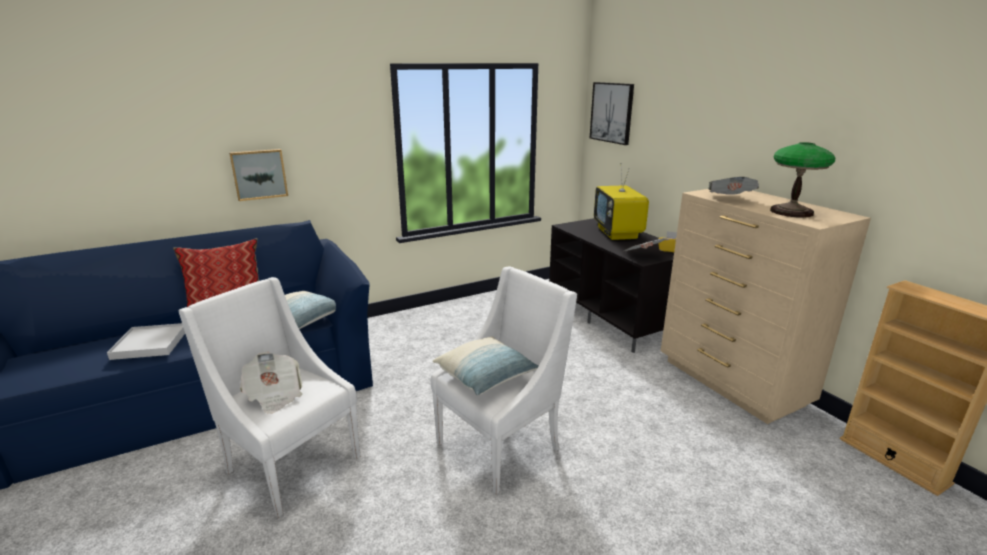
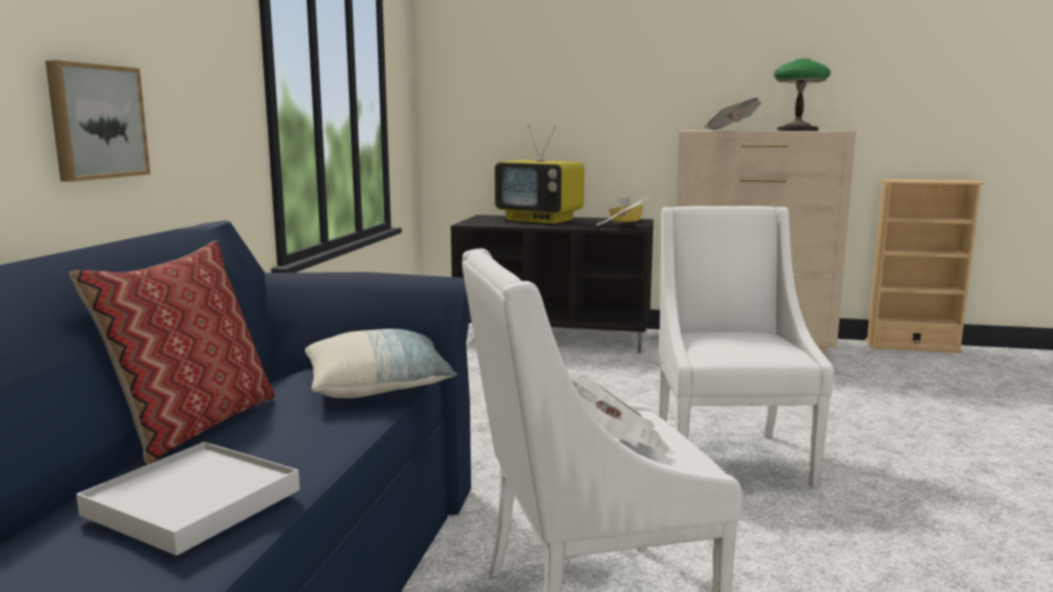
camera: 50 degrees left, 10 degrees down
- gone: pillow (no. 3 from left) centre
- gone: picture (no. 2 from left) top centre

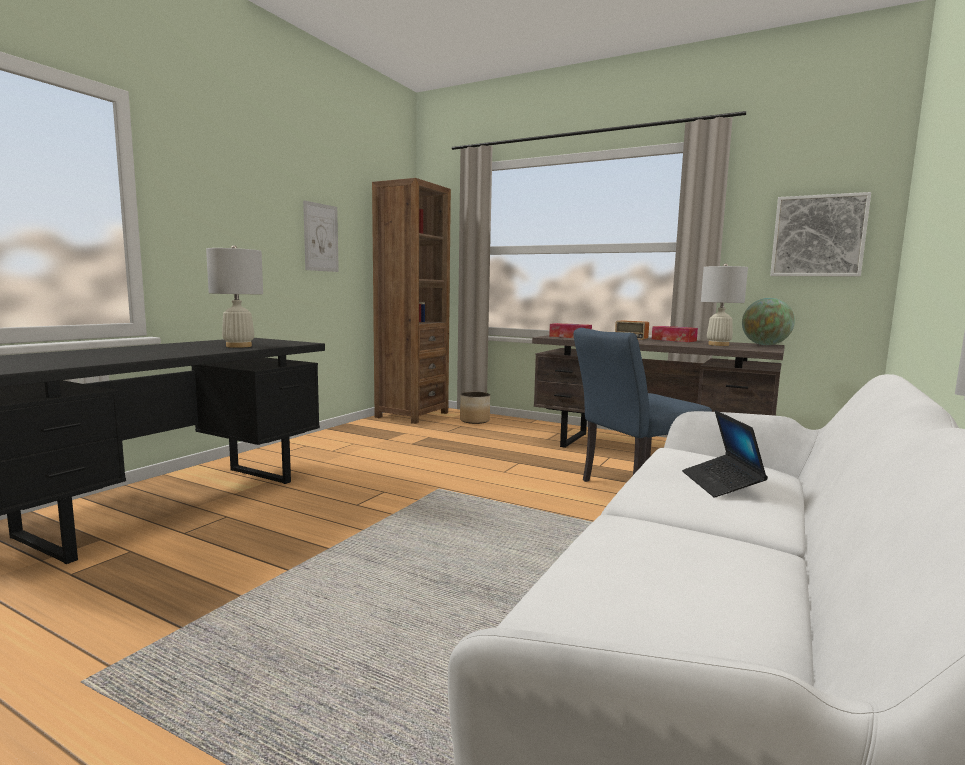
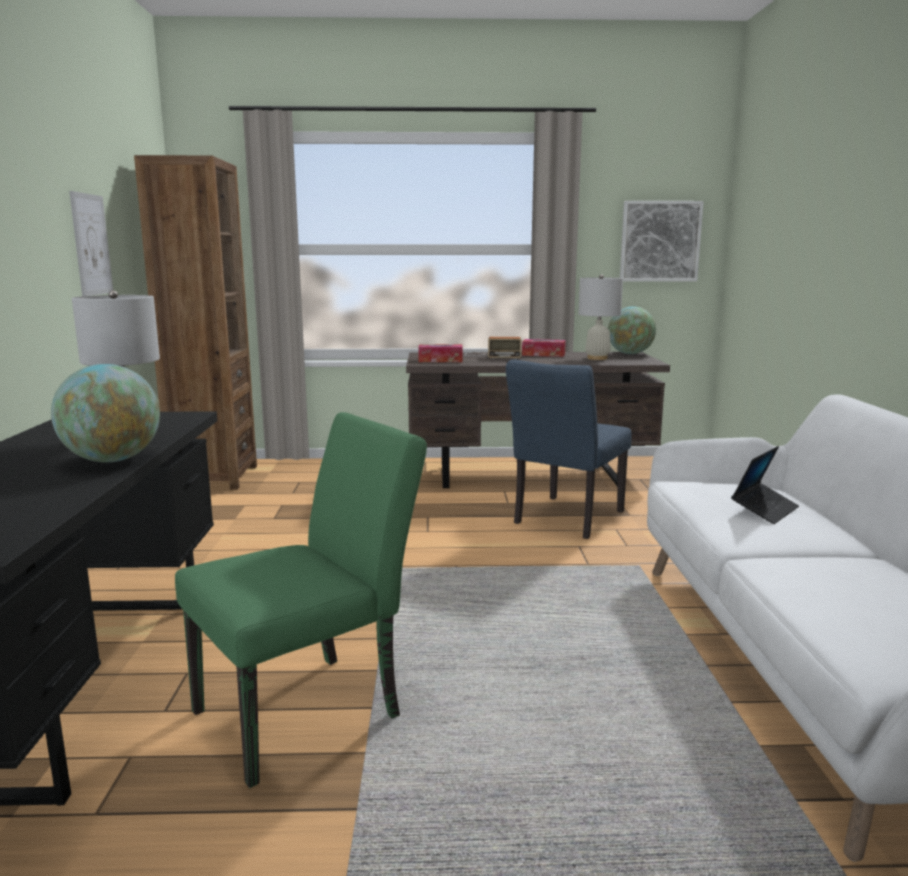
camera: 30 degrees left, 5 degrees up
- gone: planter centre
- new: globe (no. 1 from left) middle left
- new: green chair bottom left
- rotated: laptop middle right = middle right 105 degrees counterclockwise

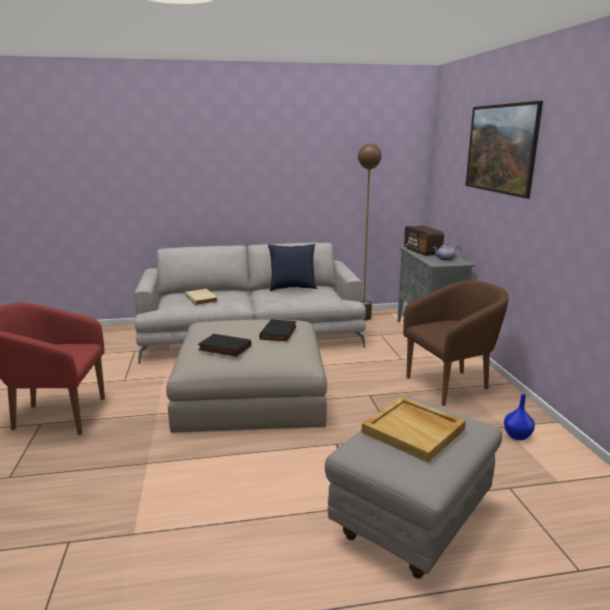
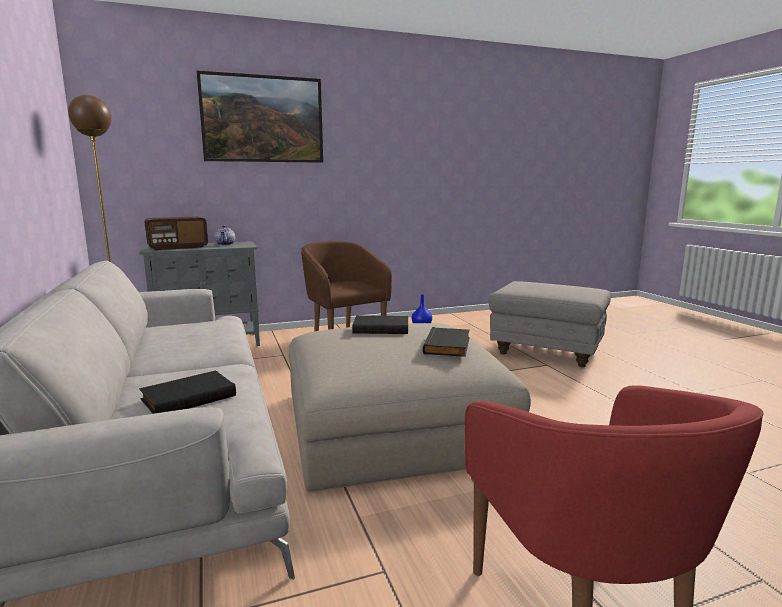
camera: 100 degrees left, 5 degrees down
- gone: blue pillow centre
- gone: beige tray bottom right
- repainted: beige book middle left to black book (no. 1 from left) middle left

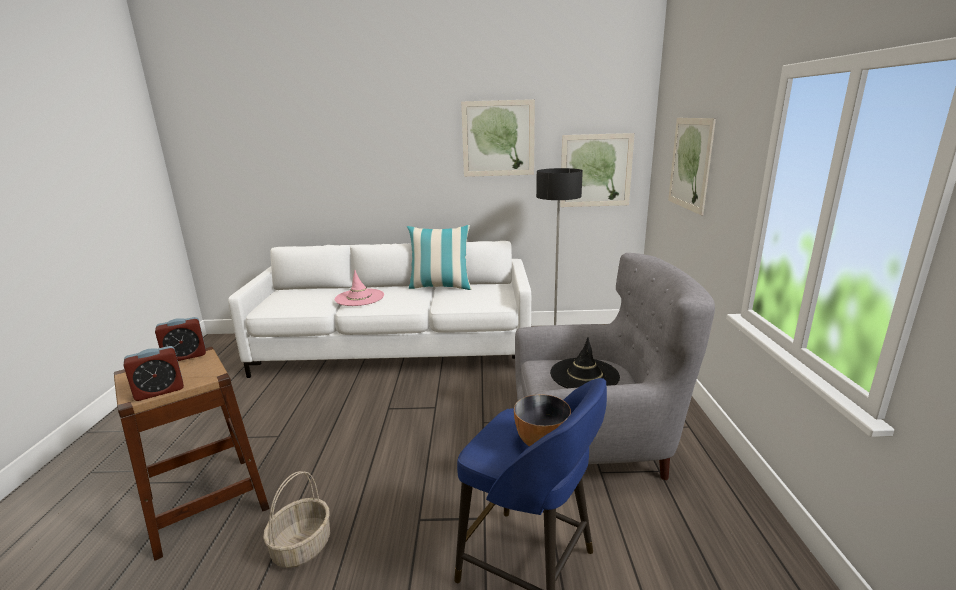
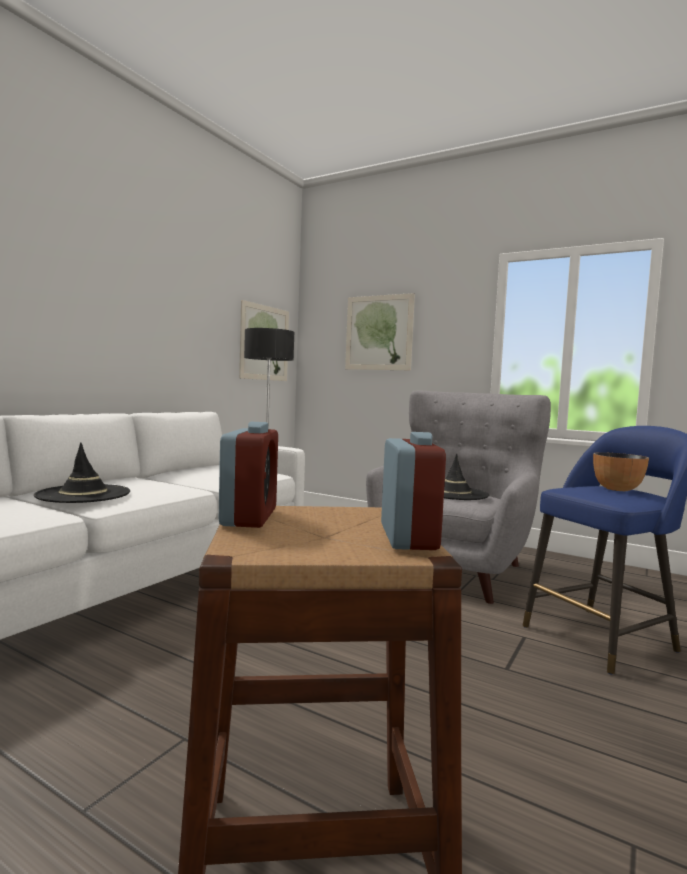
camera: 60 degrees left, 15 degrees down
- gone: basket bottom left
- gone: pillow centre
- gone: picture (no. 1 from left) top centre
- repainted: pink hat centre to black hat (no. 1 from left) middle left

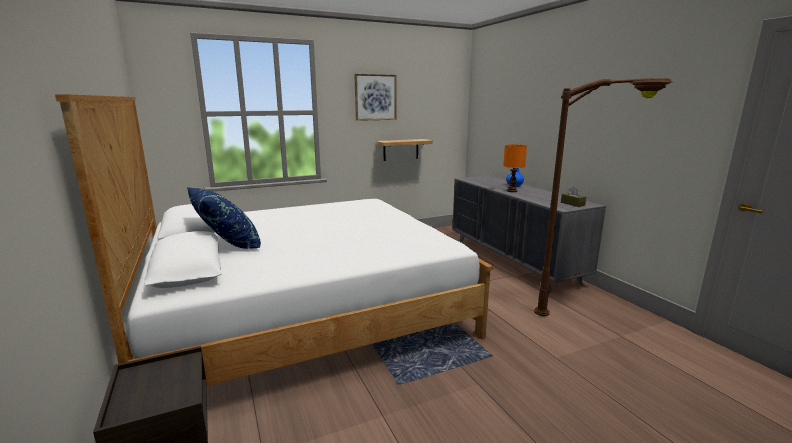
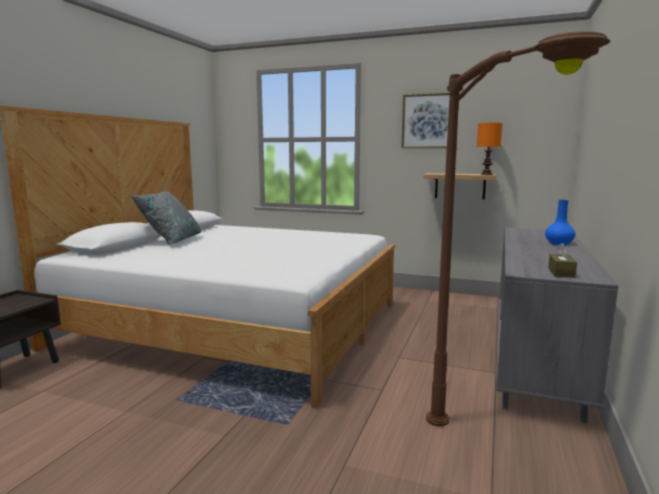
camera: 45 degrees right, 5 degrees down
- shifted: orange table lamp centre to top right
- repainted: blue pillow middle left to grey pillow middle left

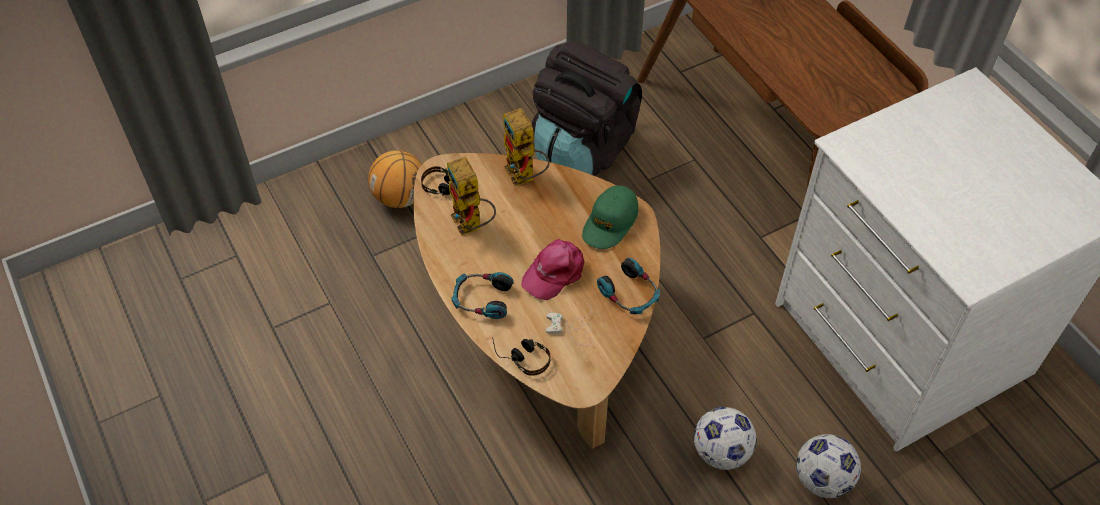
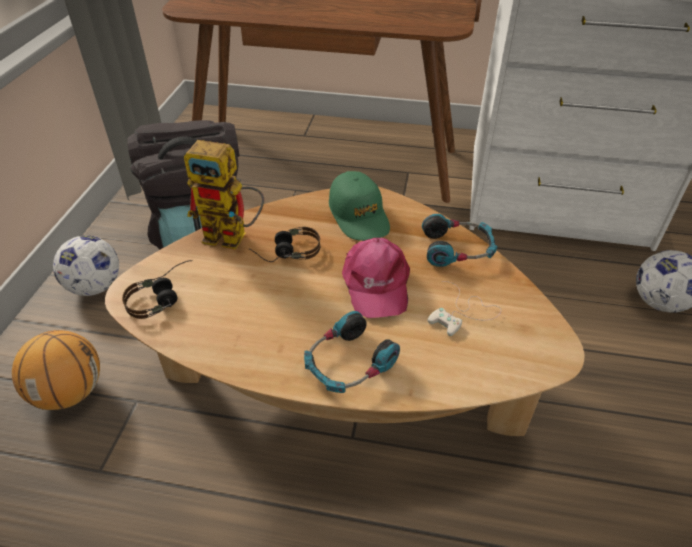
camera: 50 degrees left, 10 degrees down
- gone: toy robot (no. 1 from left) centre
- shifted: headphones (no. 3 from left in the first image) bottom centre to headphones (no. 2 from left) centre
- shifted: football (no. 1 from left) bottom centre to middle left

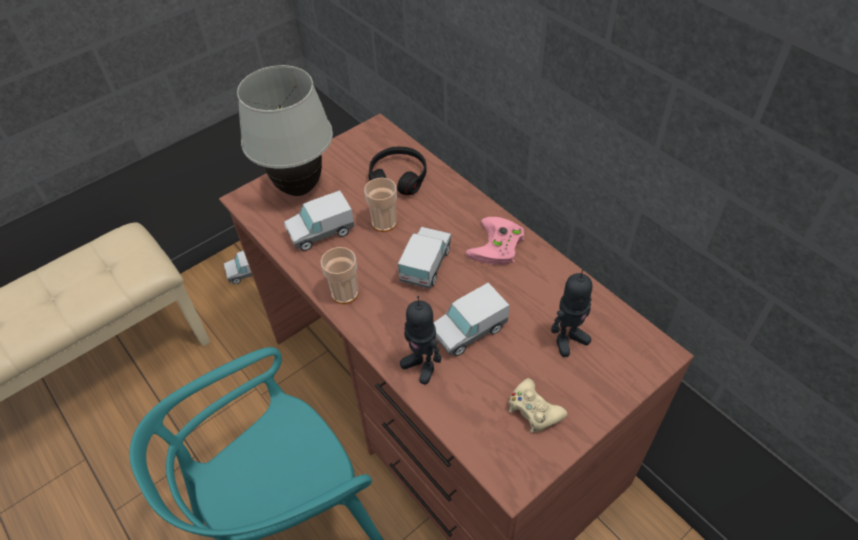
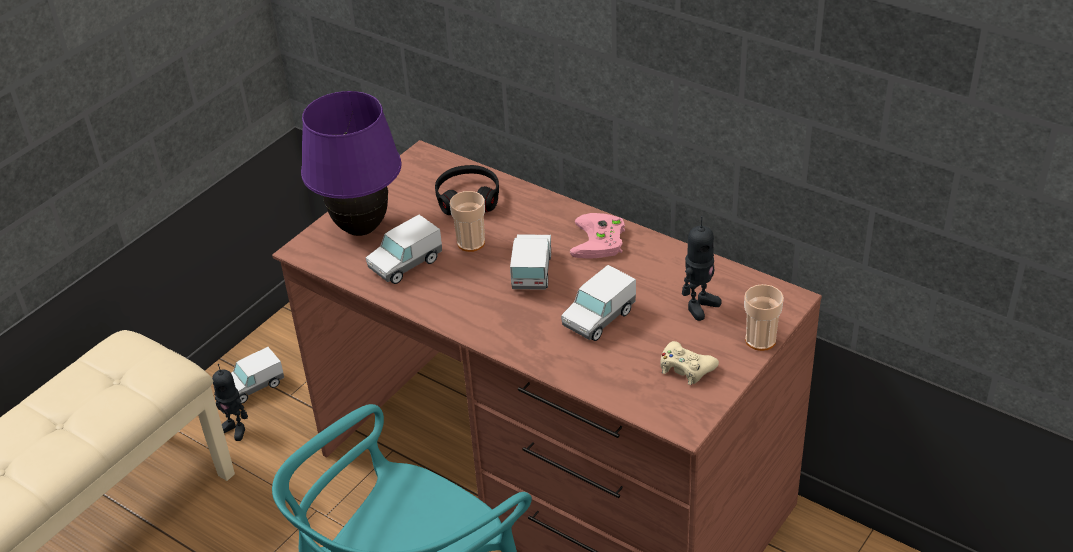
camera: 15 degrees left, 10 degrees down
- shifted: cup (no. 1 from left in the first image) centre to cup (no. 2 from left) middle right
- shifted: toy robot (no. 1 from left) centre to bottom left
- repainted: white table lamp top left to purple table lamp top left

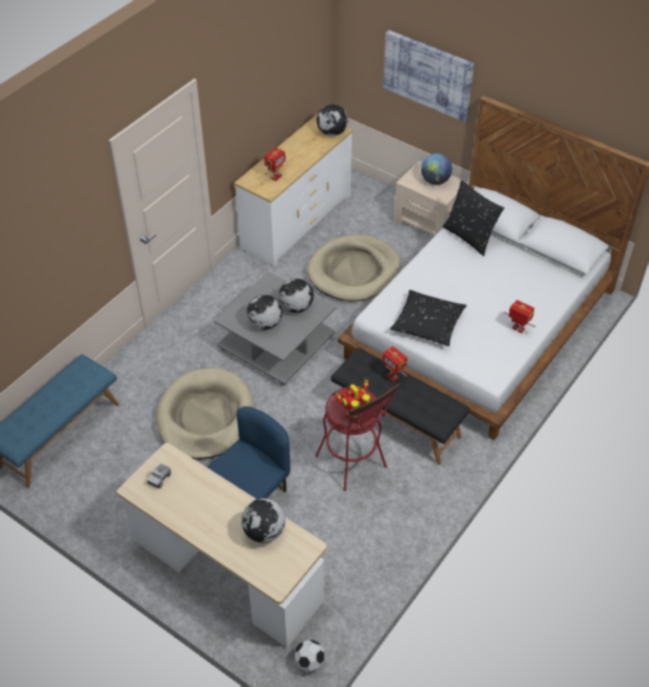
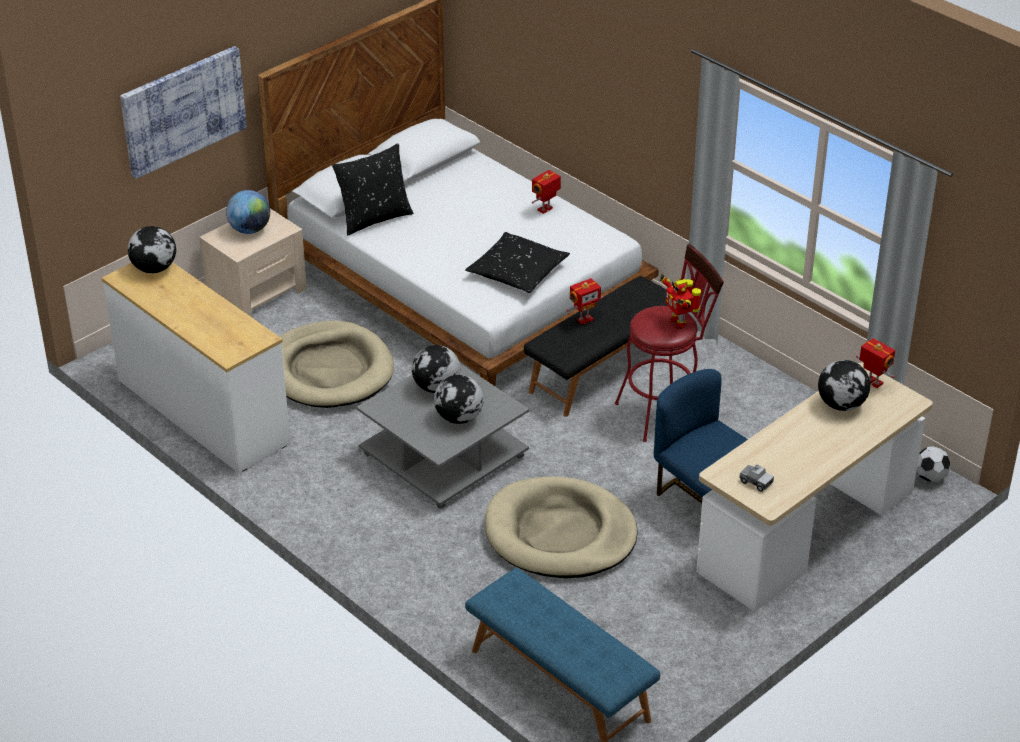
camera: 80 degrees left, 10 degrees down
- shifted: toy robot (no. 1 from left in the first image) top centre to toy robot (no. 4 from left) middle right

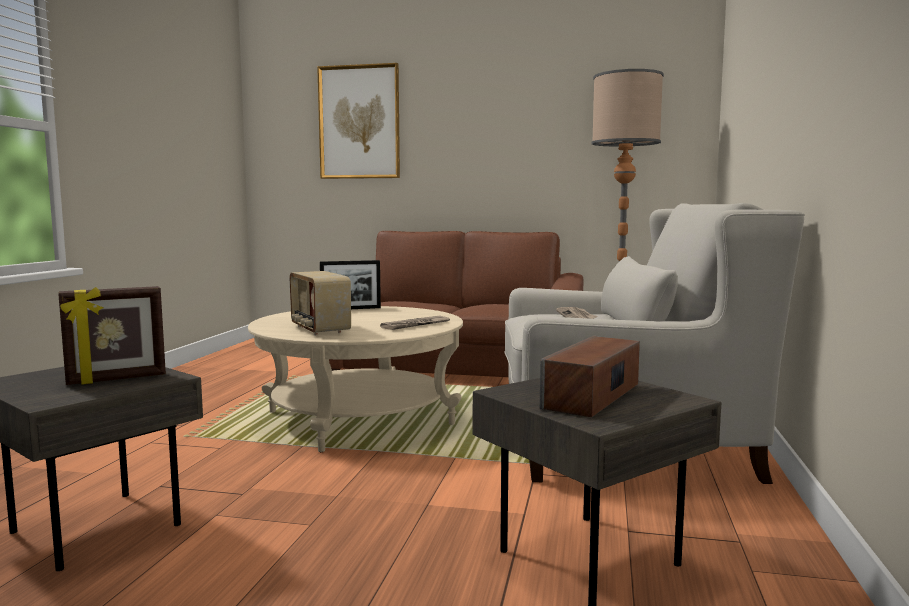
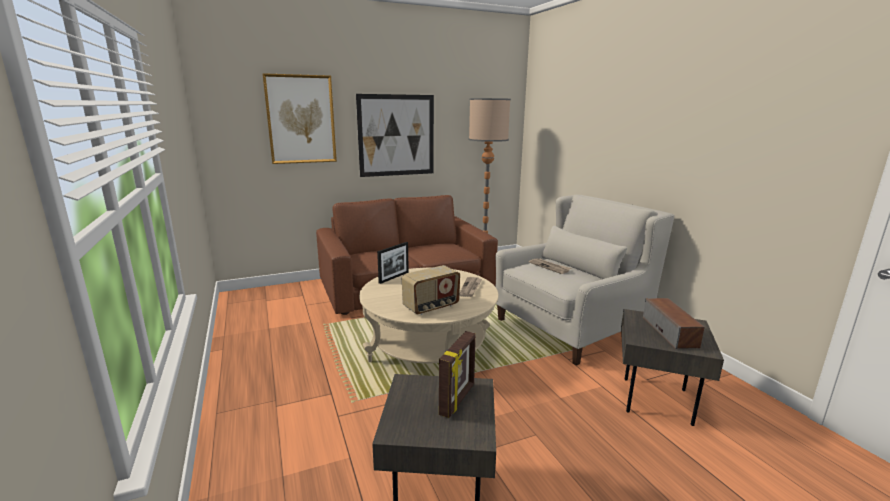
camera: 35 degrees left, 10 degrees up
- new: picture (no. 2 from left) top centre
- rotated: radio centre = centre 60 degrees counterclockwise

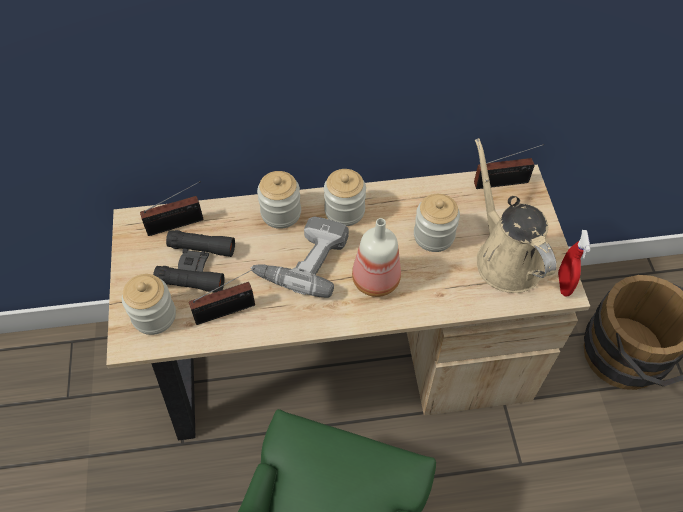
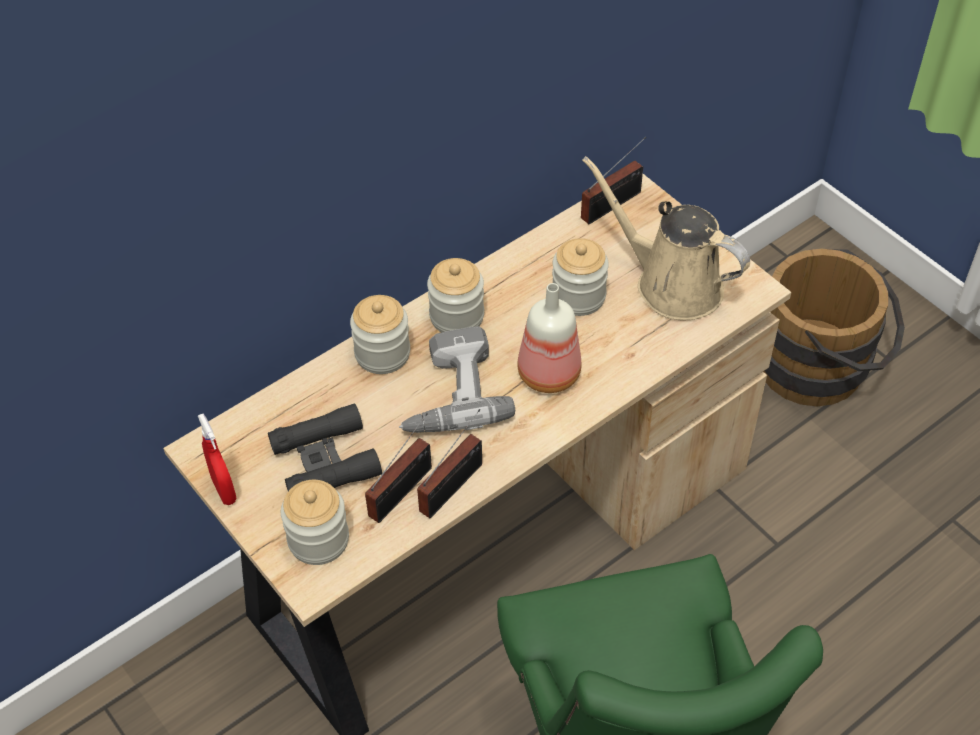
camera: 30 degrees left, 5 degrees down
- shifted: radio (no. 1 from left in the first image) middle left to radio (no. 2 from left) centre
- shifted: red spray bottle middle right to middle left

